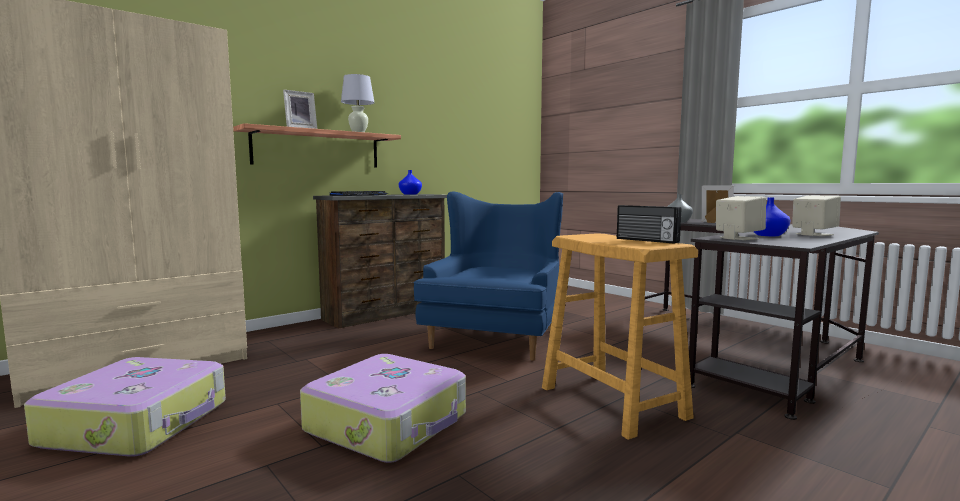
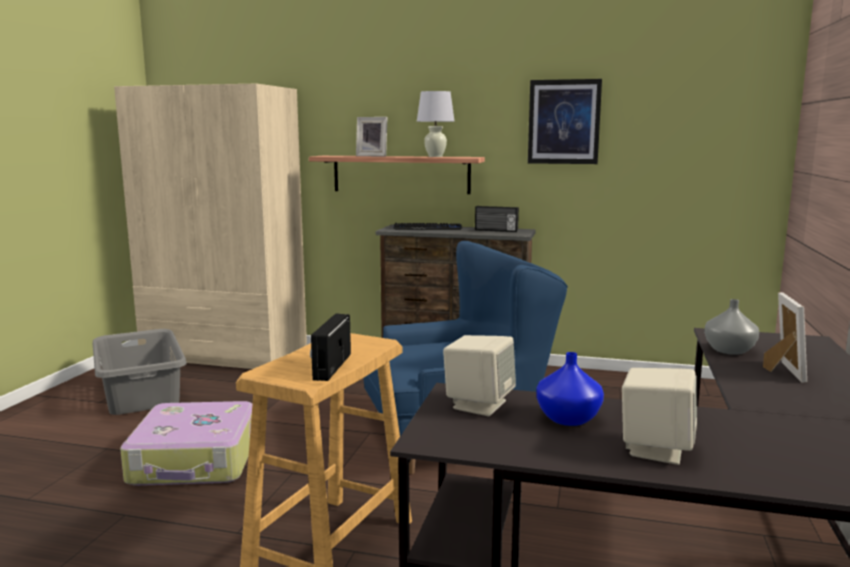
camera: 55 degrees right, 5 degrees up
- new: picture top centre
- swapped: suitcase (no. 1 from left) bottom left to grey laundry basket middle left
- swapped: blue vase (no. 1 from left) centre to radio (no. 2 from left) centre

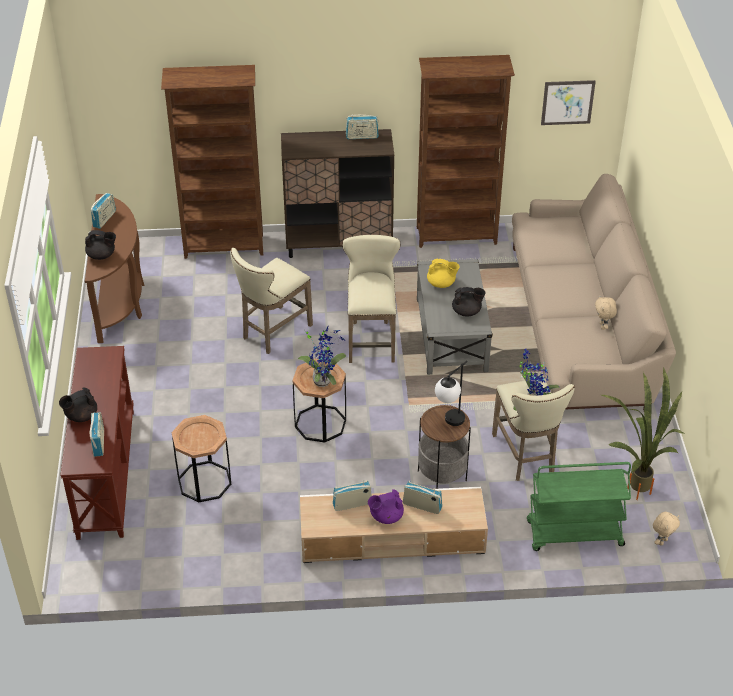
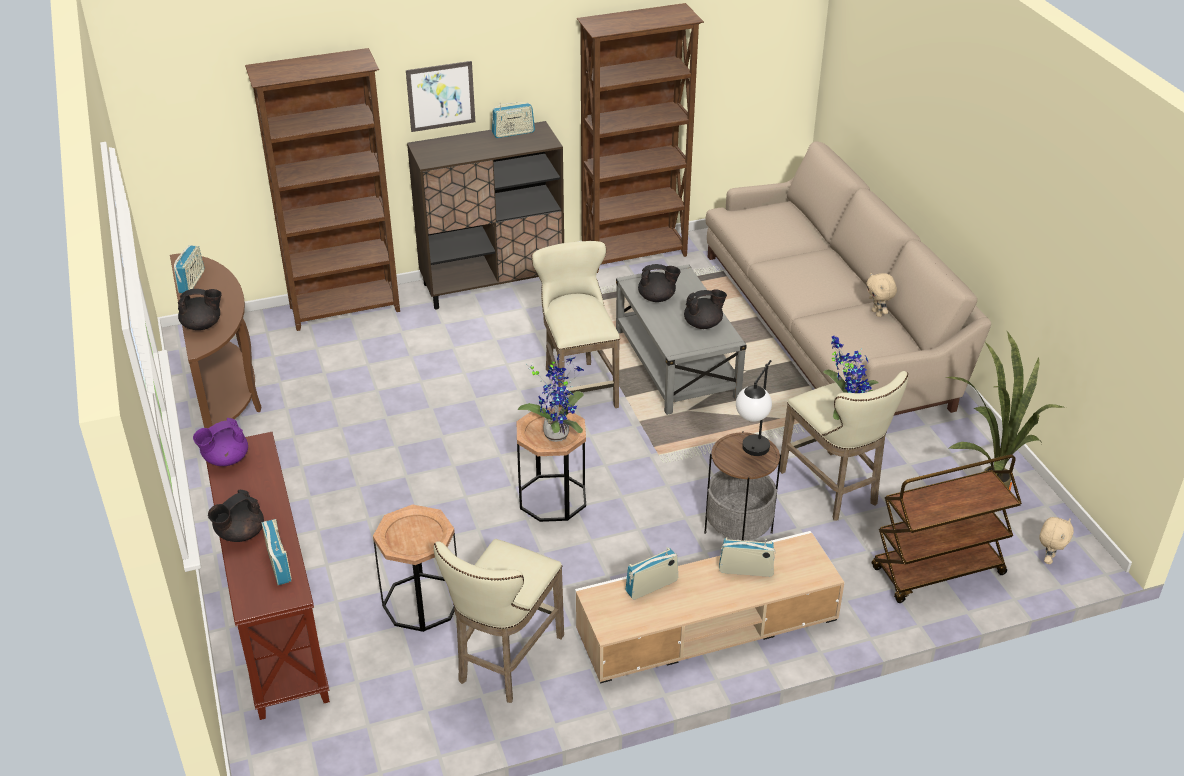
camera: 15 degrees left, 5 degrees down
- shifted: beige stool (no. 1 from left) centre to bottom centre
- shifted: purple teapot bottom centre to middle left
- shifted: picture top right to top centre
- repainted: yellow teapot centre to black teapot (no. 3 from left) centre
- repainted: green cart bottom right to brown cart bottom right

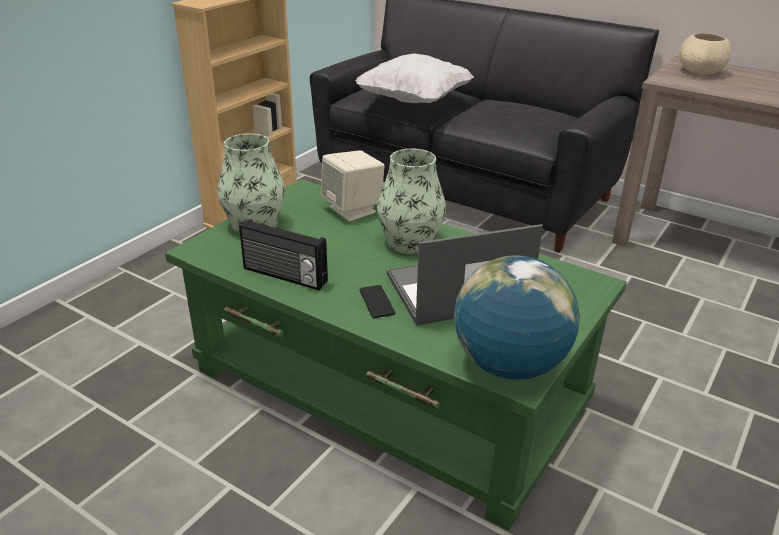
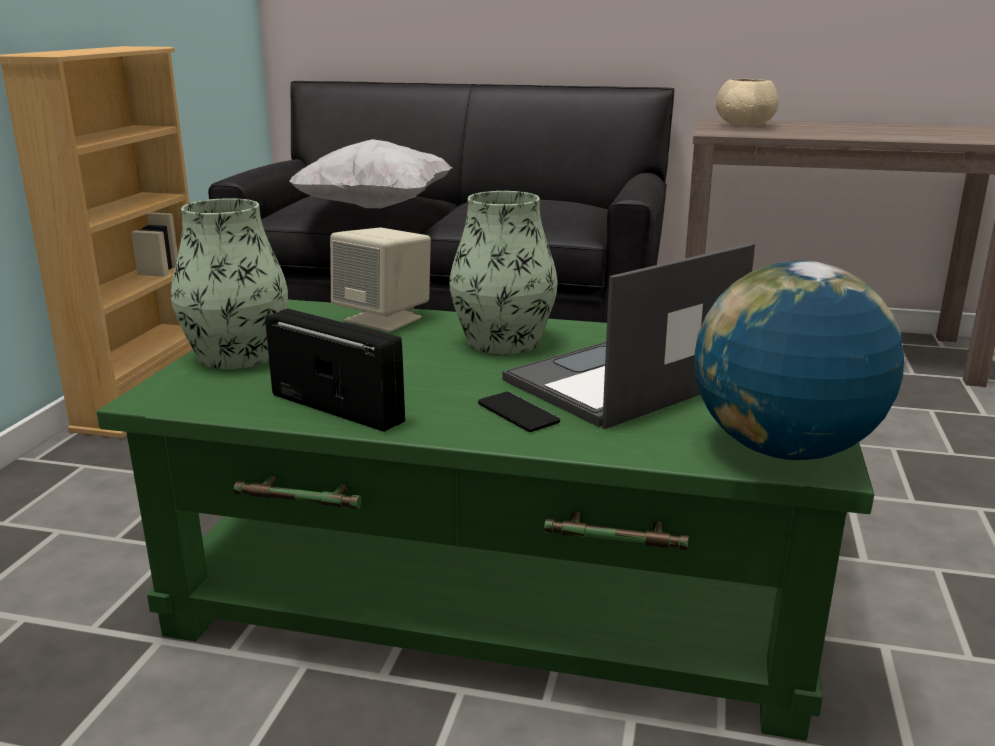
camera: 20 degrees left, 10 degrees down
- rotated: radio centre = centre 150 degrees counterclockwise

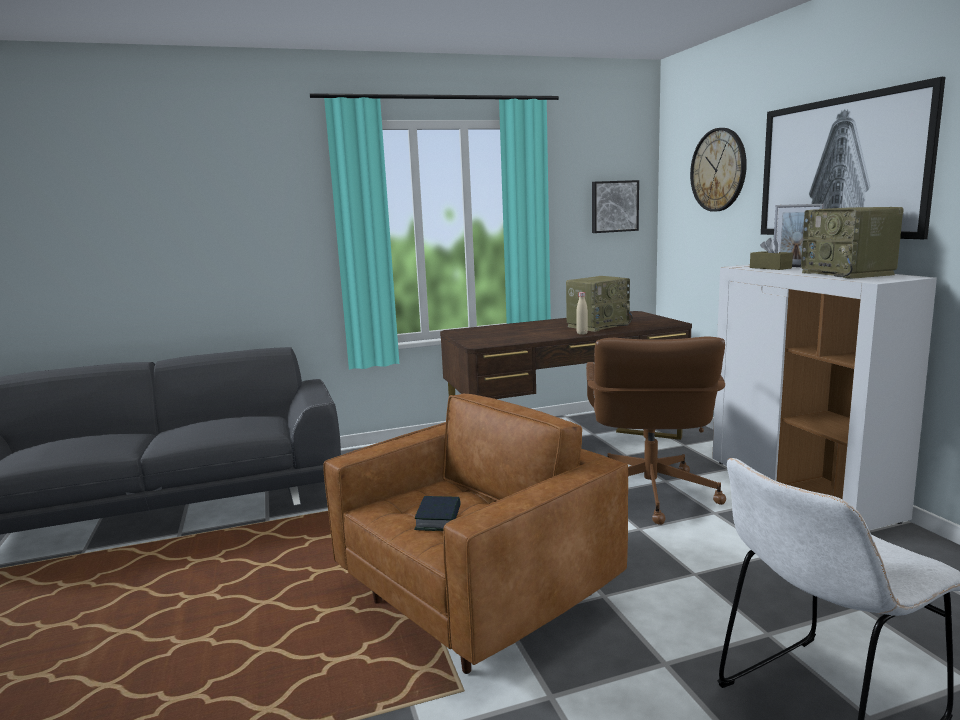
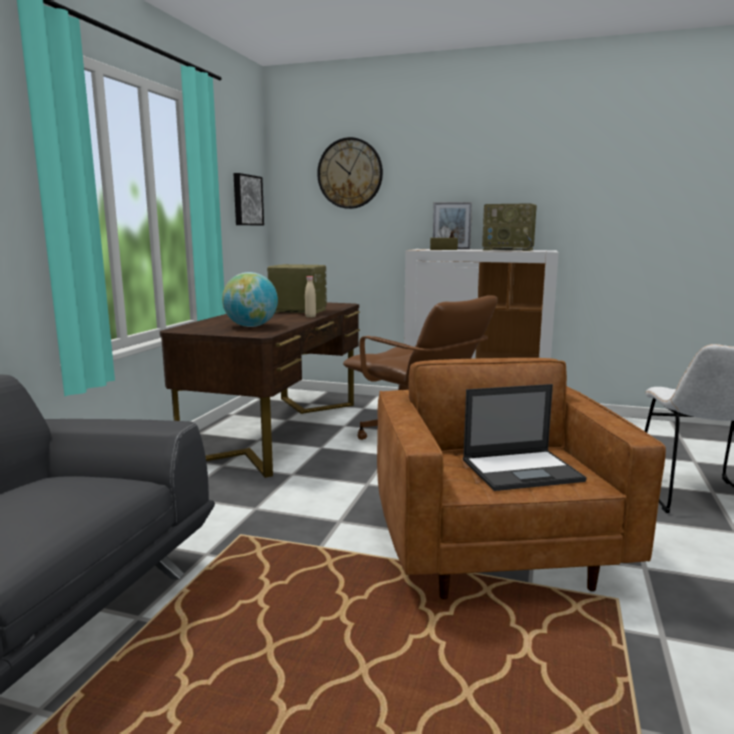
camera: 55 degrees left, 0 degrees up
- gone: picture (no. 2 from left) top right
- new: globe centre
- swapped: book bottom centre to laptop middle right
- rotated: radio (no. 1 from left) centre = centre 75 degrees counterclockwise

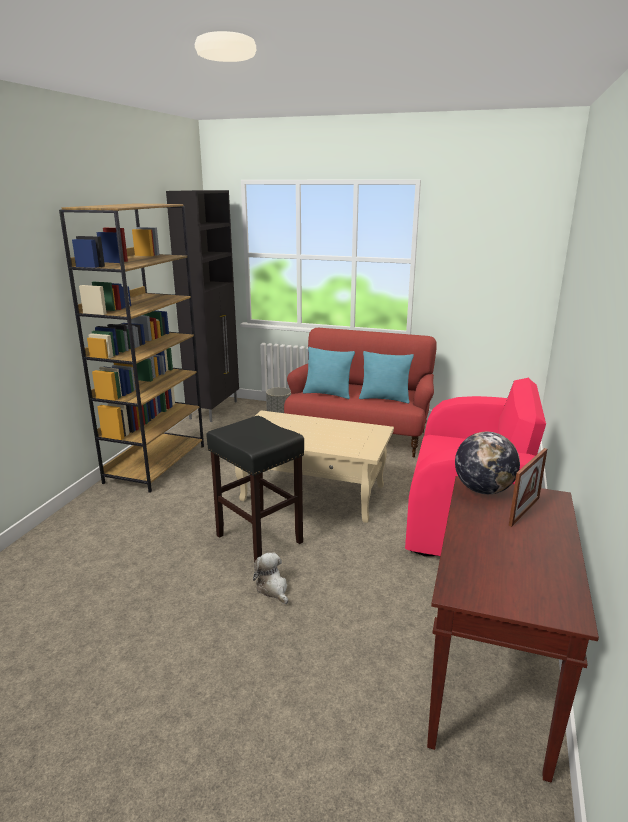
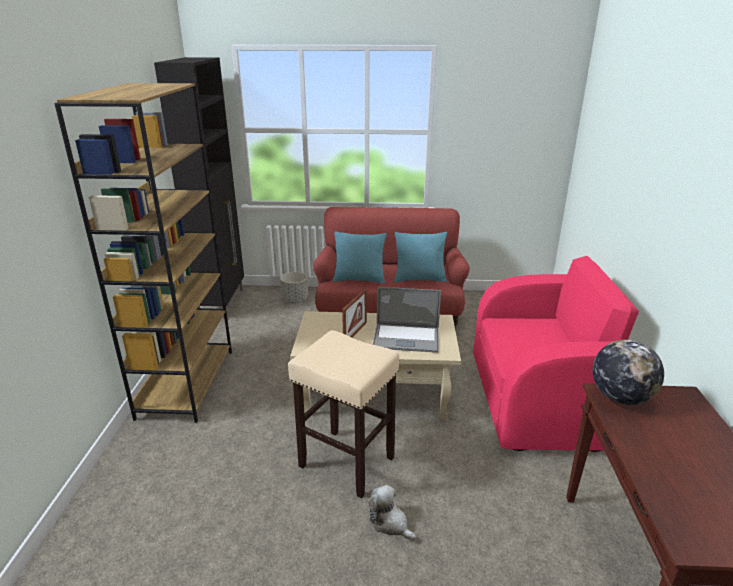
camera: 15 degrees left, 5 degrees up
- new: laptop centre
- shifted: picture frame middle right to centre
- repainted: black stool centre to beige stool bottom centre

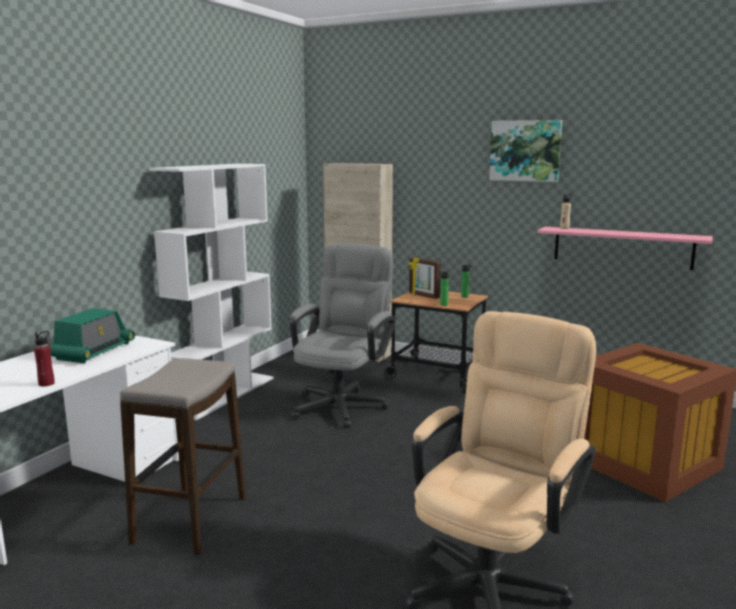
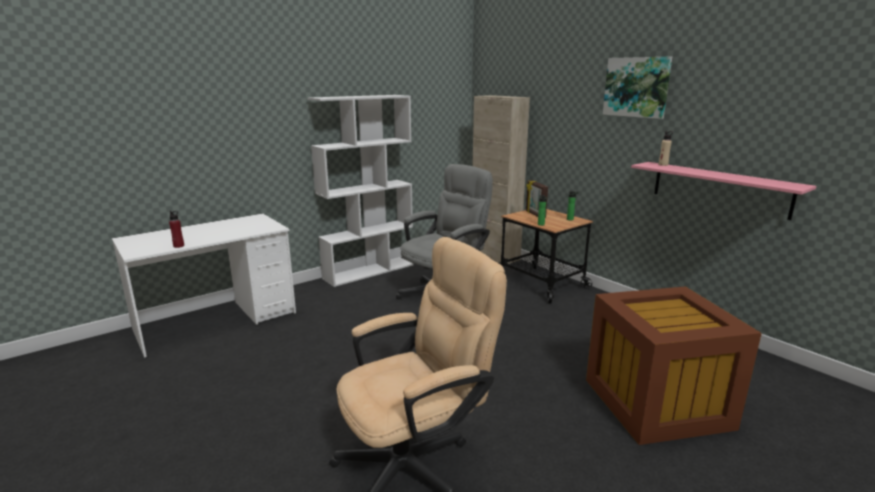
camera: 25 degrees right, 5 degrees up
- gone: radio middle left
- gone: stool bottom left

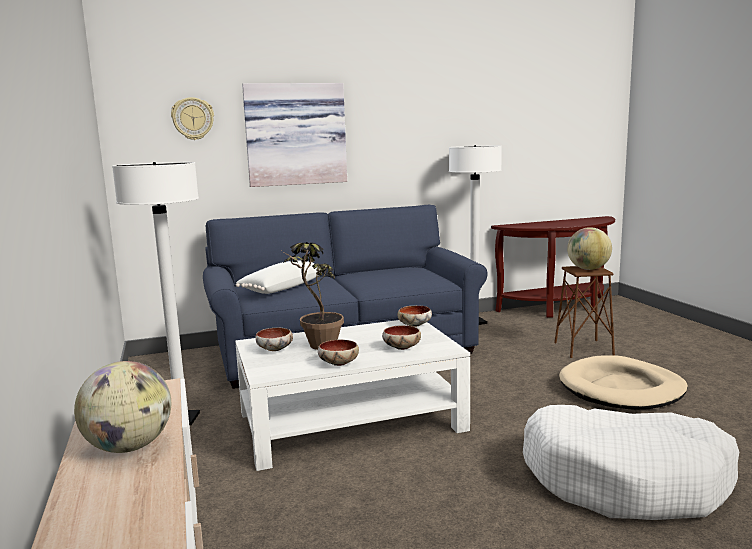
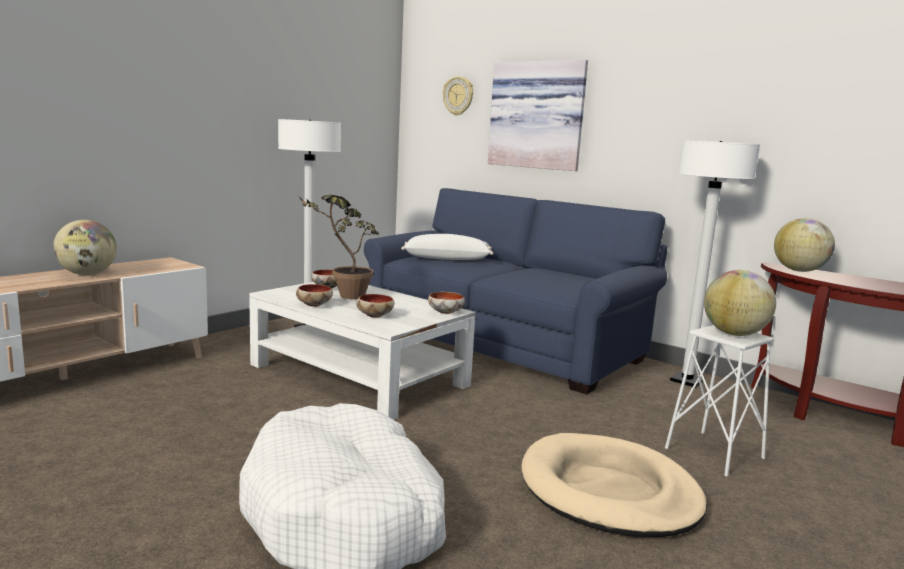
camera: 55 degrees right, 0 degrees up
- new: globe (no. 3 from left) middle right
- repainted: brown stool middle right to white stool bottom right

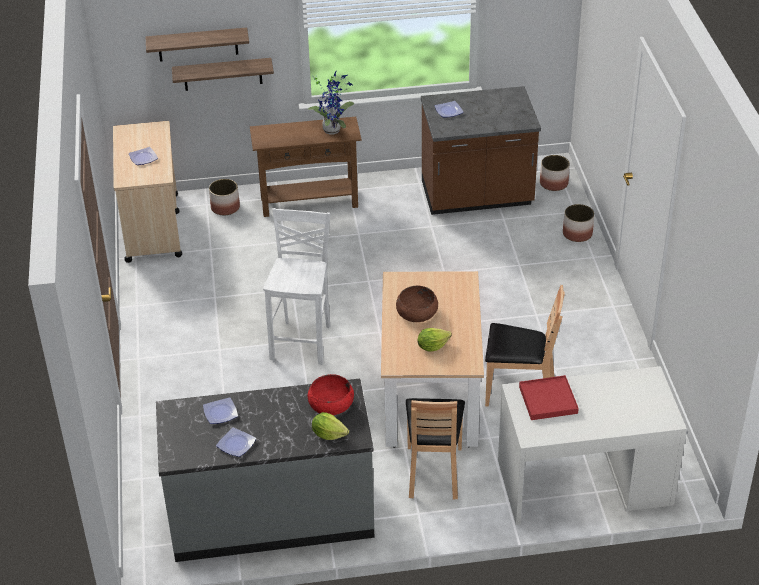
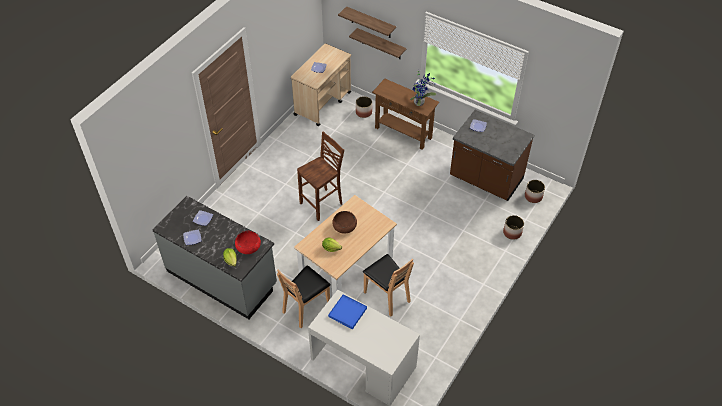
camera: 40 degrees right, 10 degrees up
- repainted: white stool centre to brown stool centre
- repainted: red tray bottom right to blue tray bottom centre

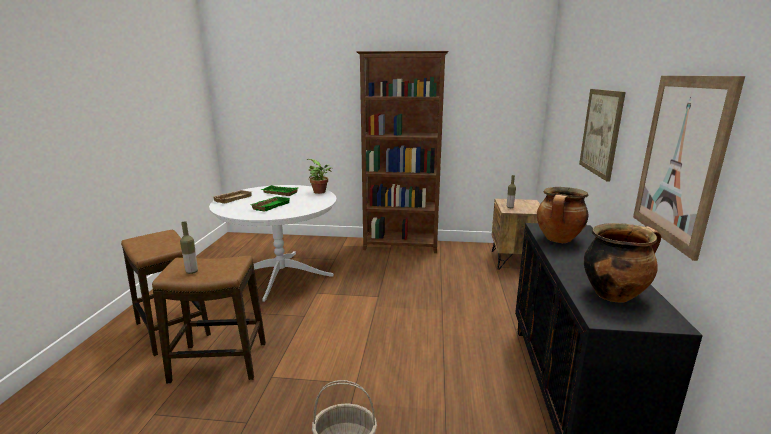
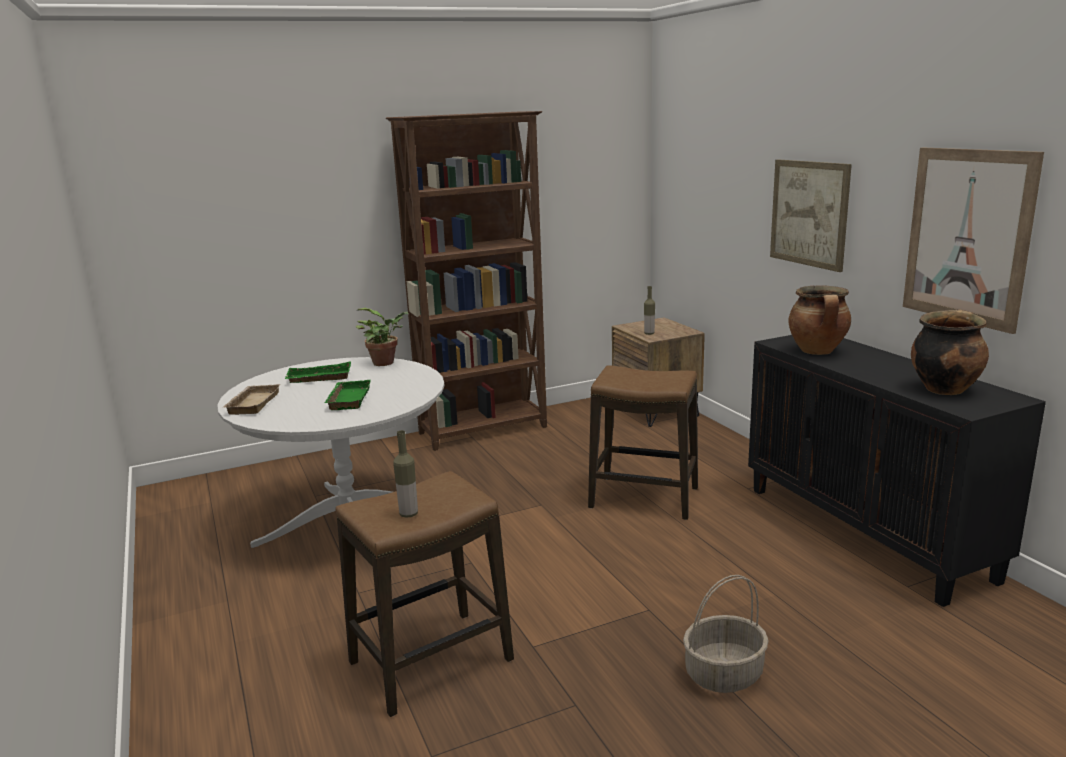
camera: 30 degrees left, 0 degrees up
- shifted: stool (no. 1 from left in the first image) bottom left to stool (no. 2 from left) centre

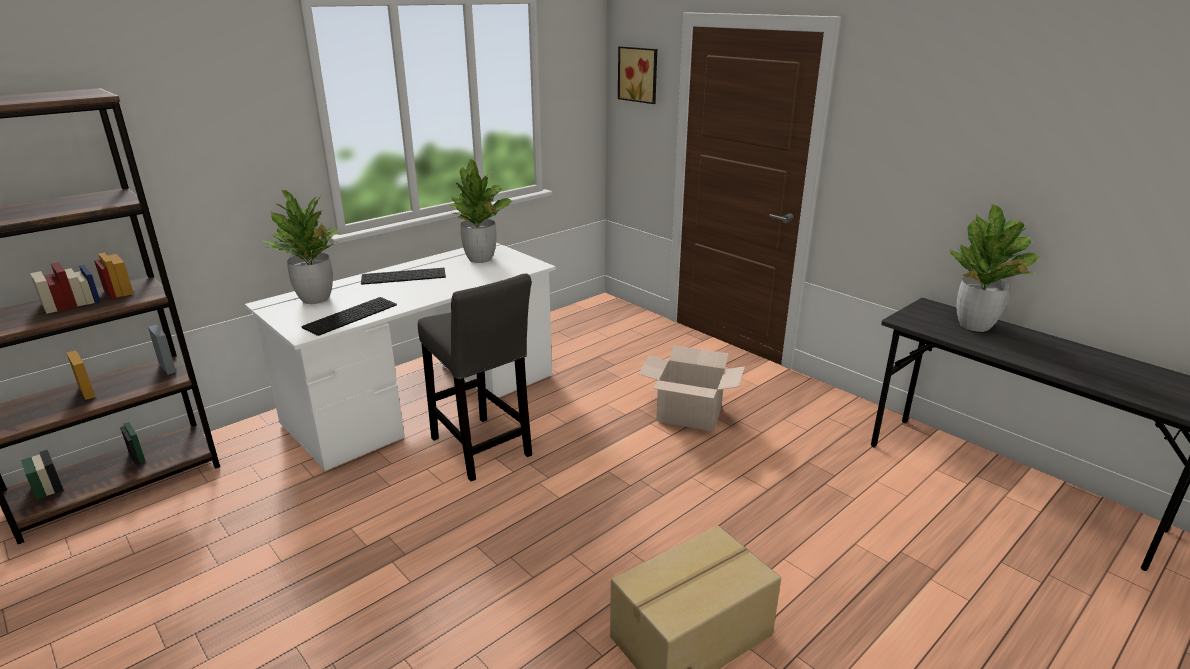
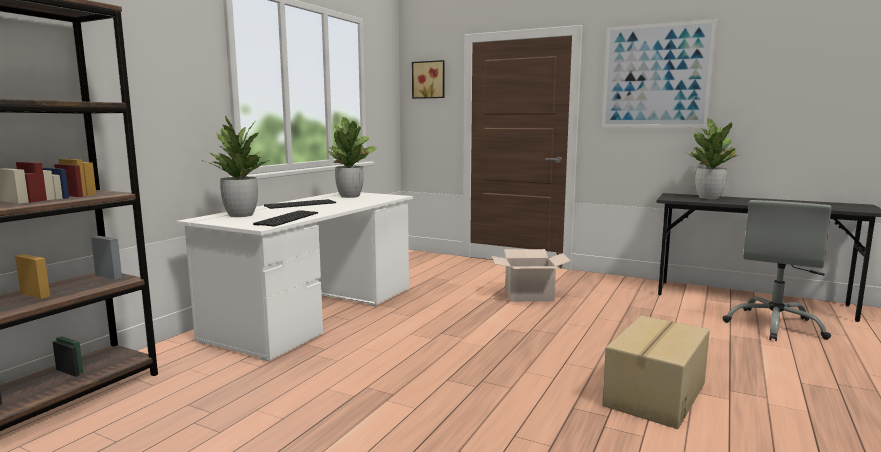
camera: 20 degrees left, 15 degrees down
- gone: grey stool centre
- new: picture (no. 2 from left) top right
- new: grey office chair middle right

